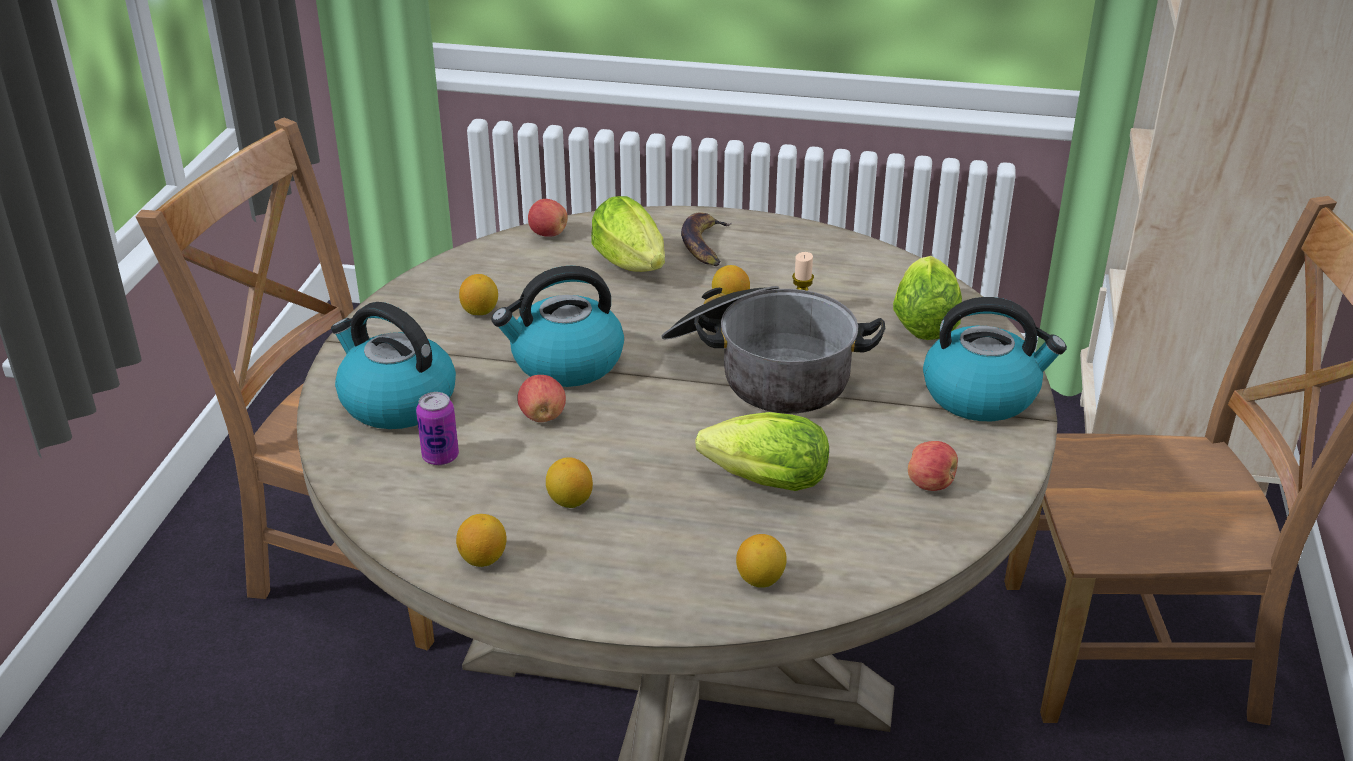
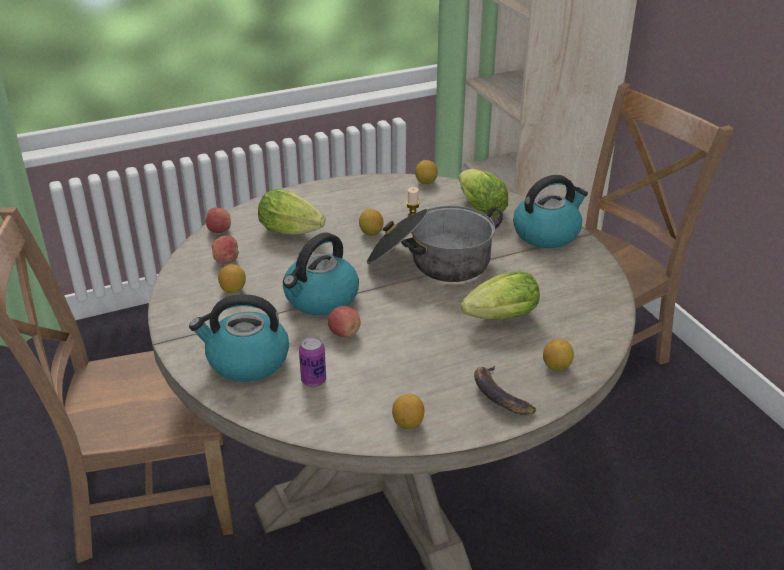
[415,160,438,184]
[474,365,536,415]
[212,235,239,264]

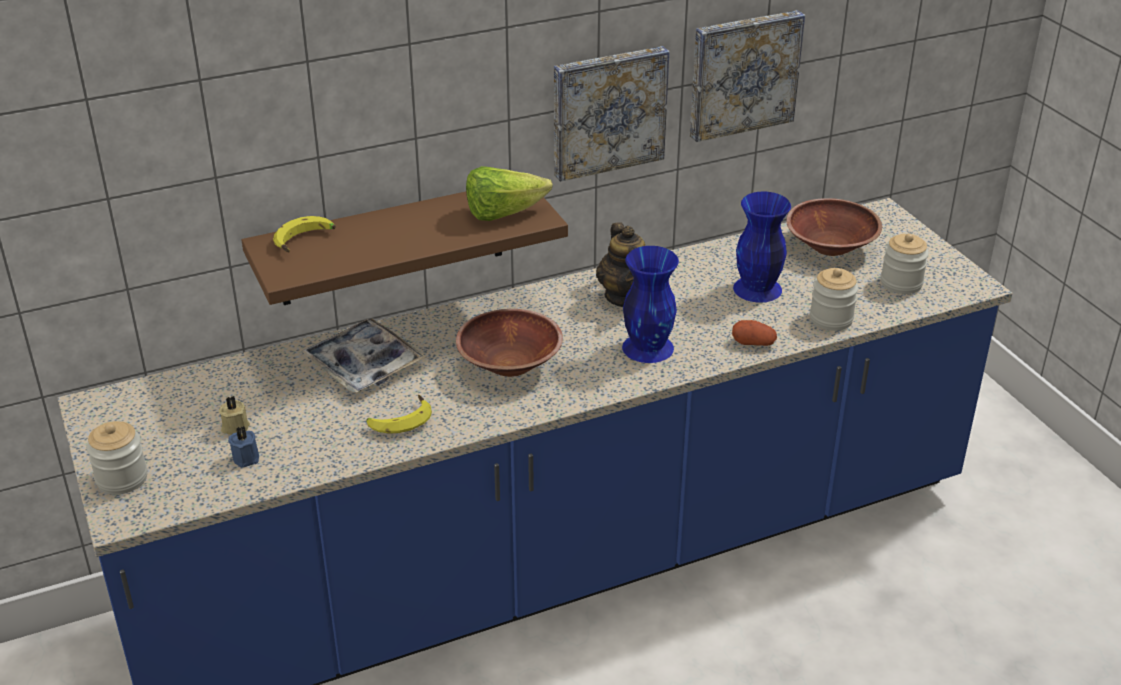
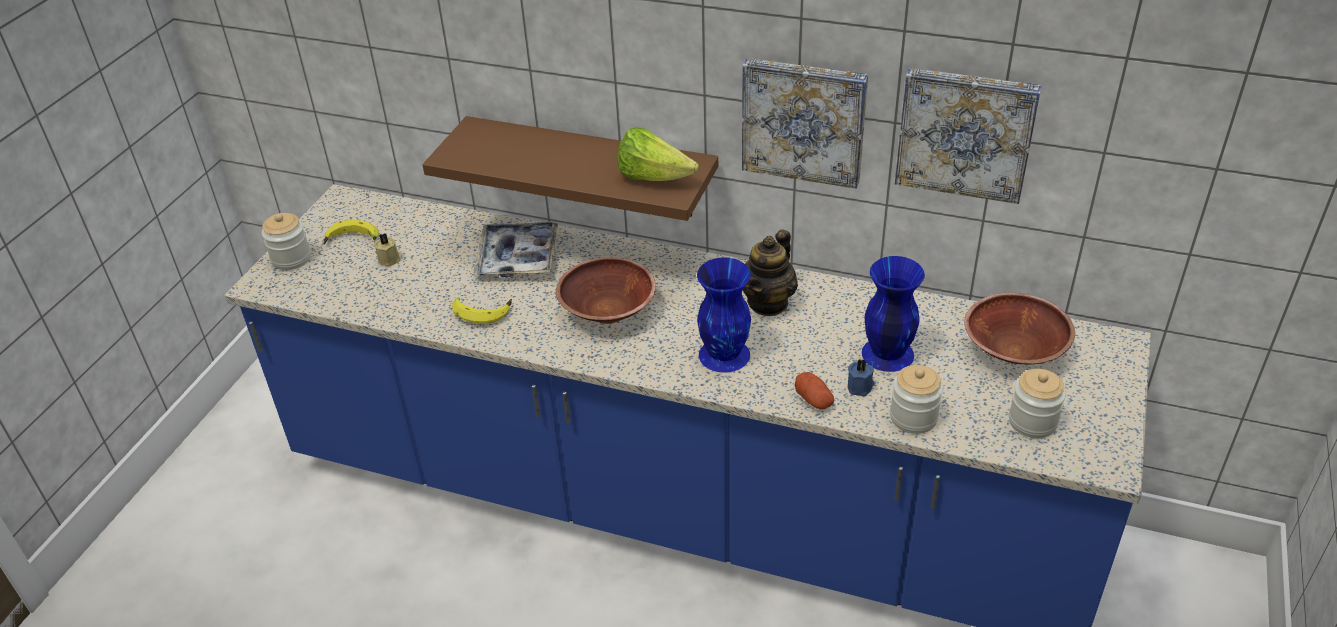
[848,359,874,397]
[323,220,379,244]

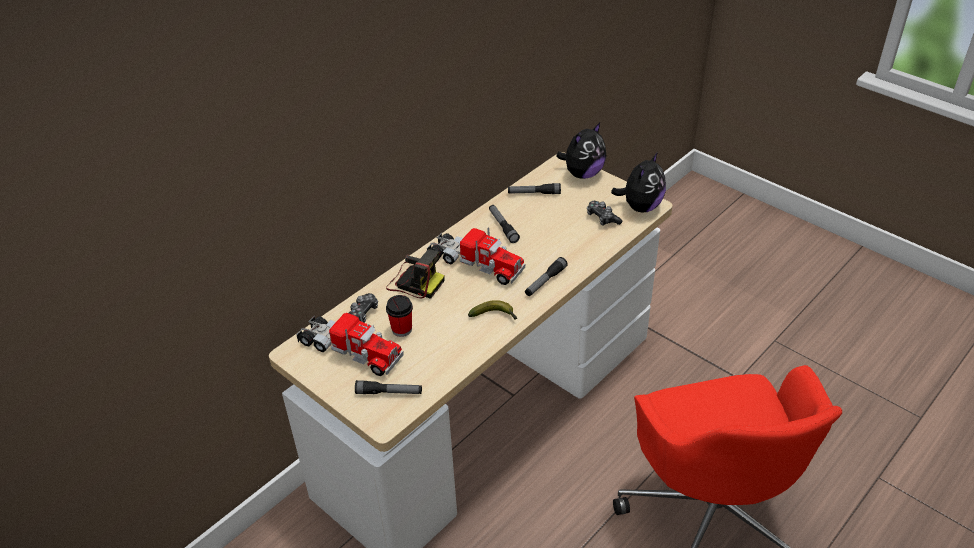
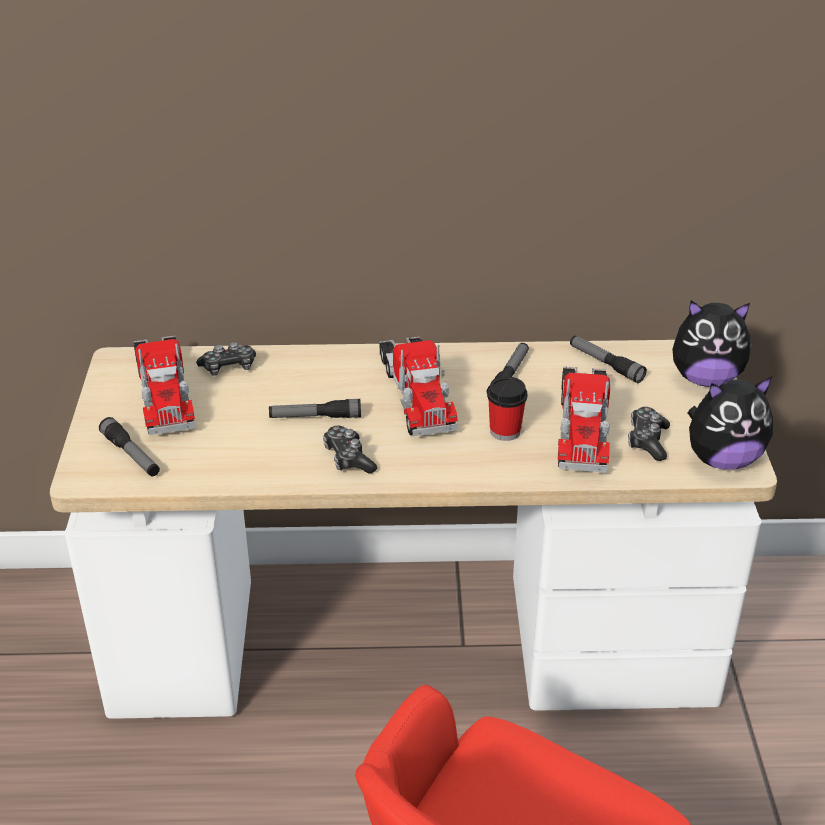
[386,249,445,299] (first image)
[558,366,610,473]
[487,376,527,441]
[269,399,361,418]
[323,426,377,474]

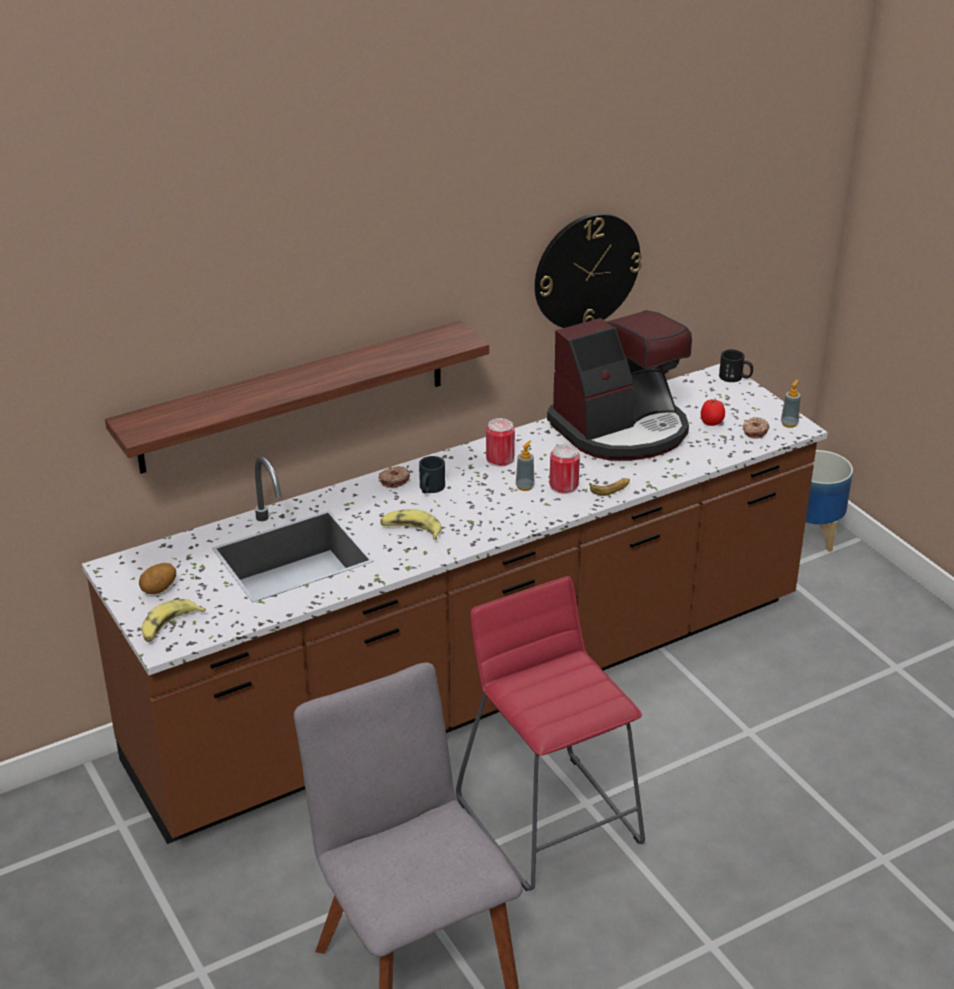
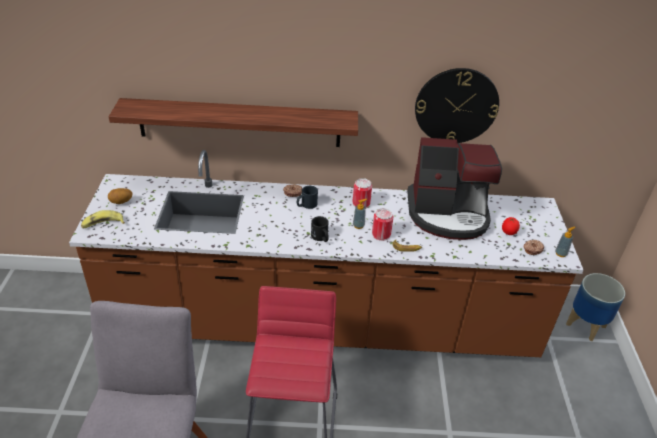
[380,509,441,540] (first image)
[311,216,329,242]

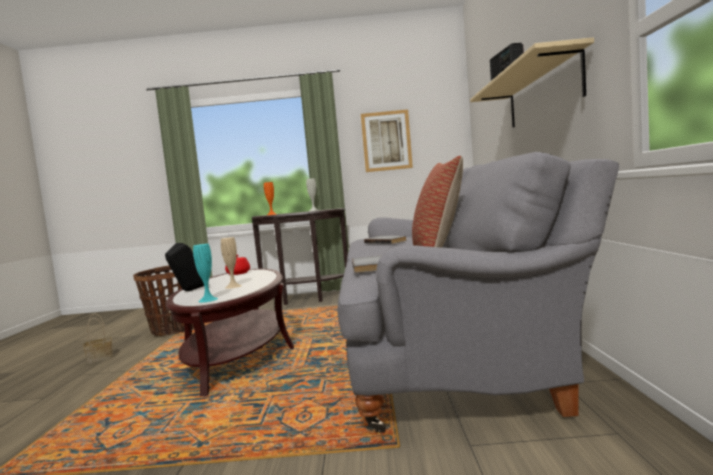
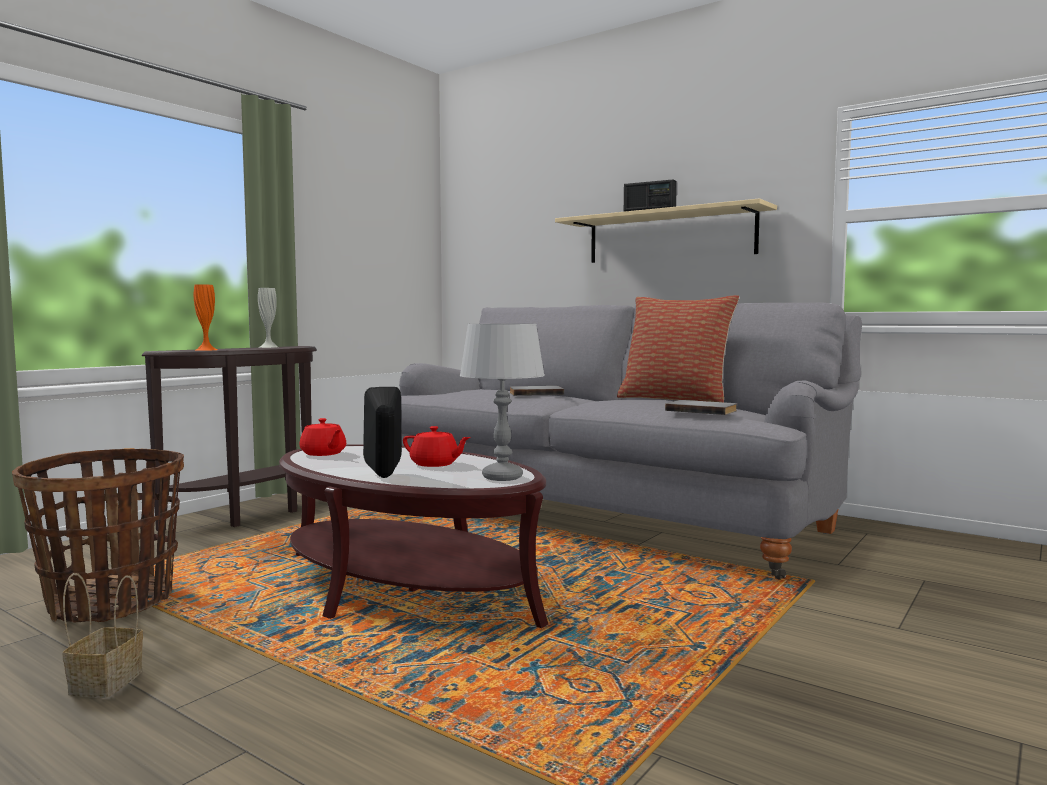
[361,109,413,172] (first image)
[460,324,545,481]
[403,426,471,467]

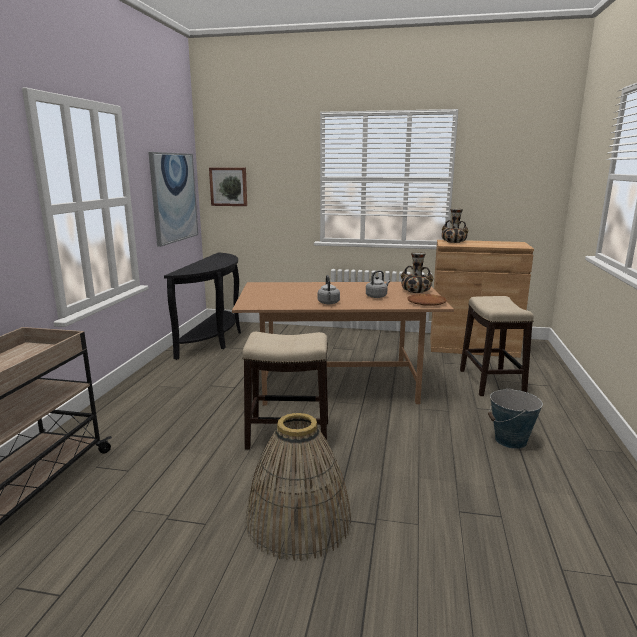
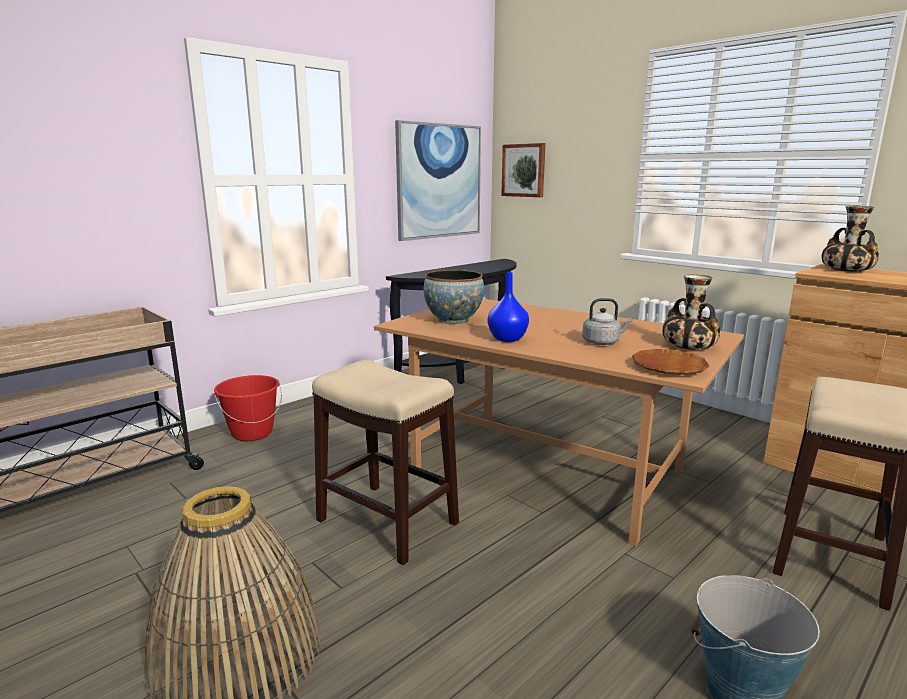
[214,375,282,441]
[424,270,484,324]
[488,272,529,342]

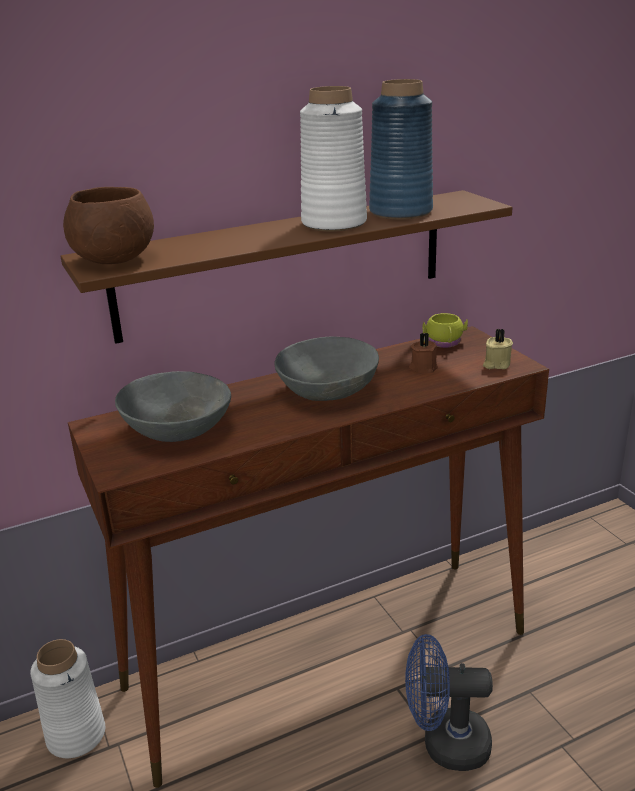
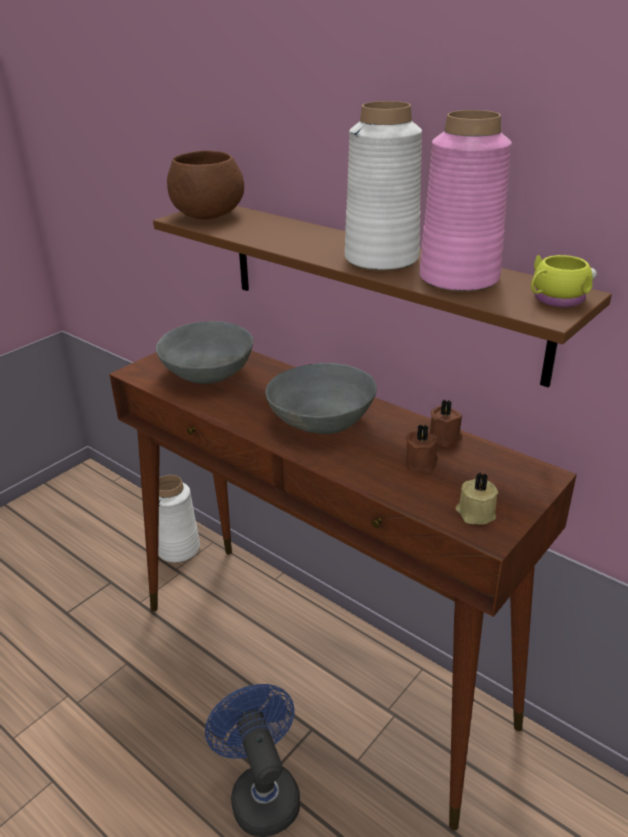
[430,399,462,447]
[531,255,597,307]
[419,110,512,292]

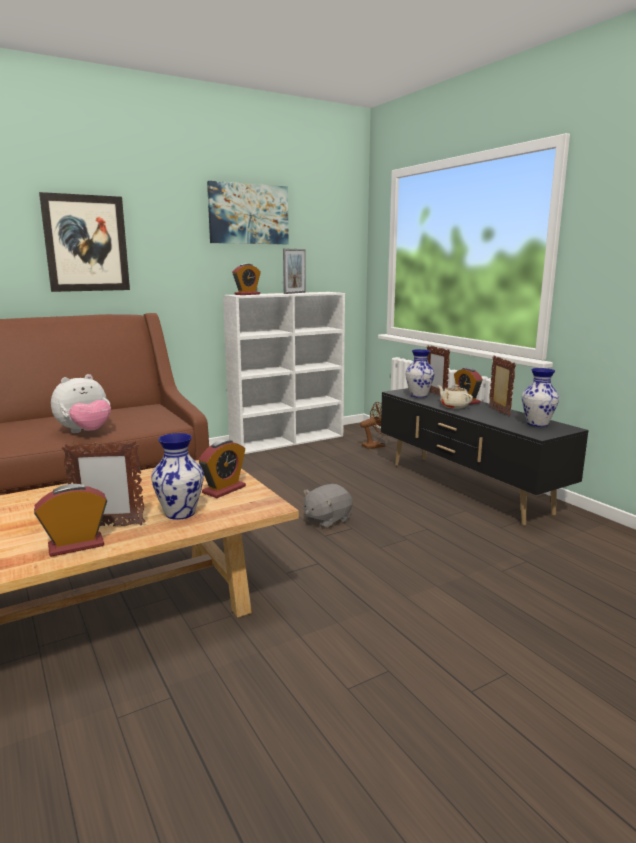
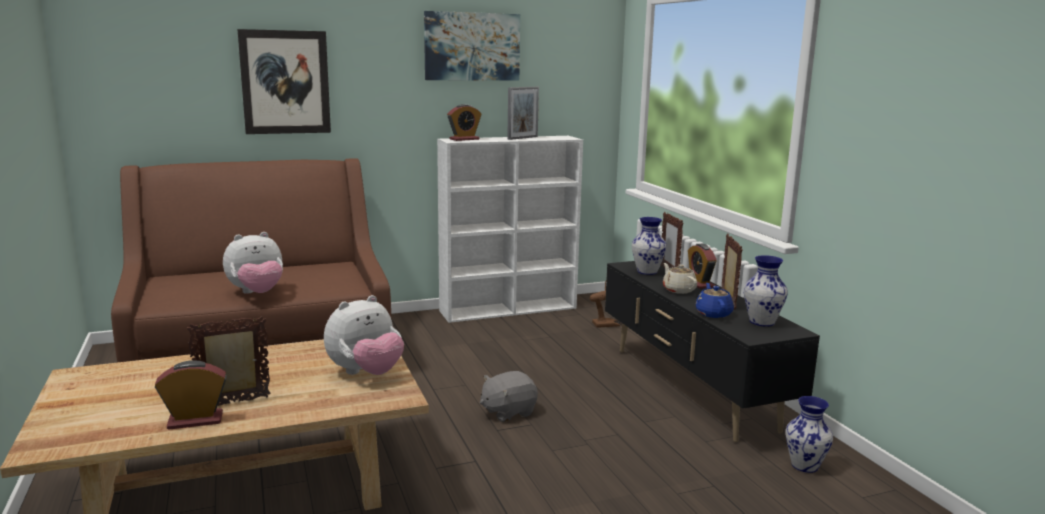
[696,283,734,318]
[785,396,833,473]
[324,295,404,375]
[187,316,270,406]

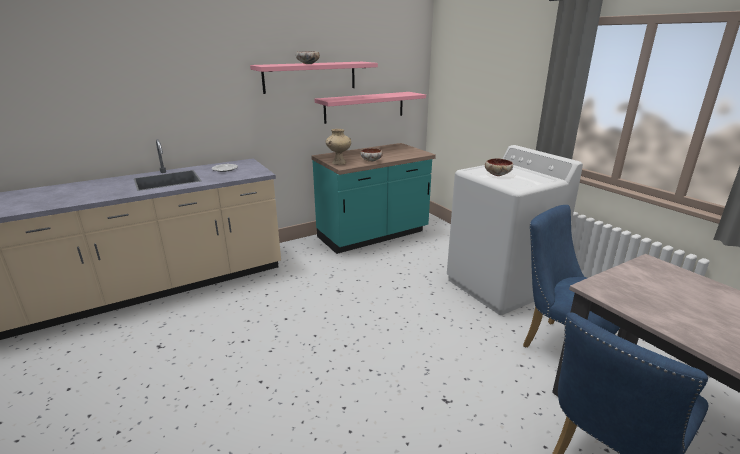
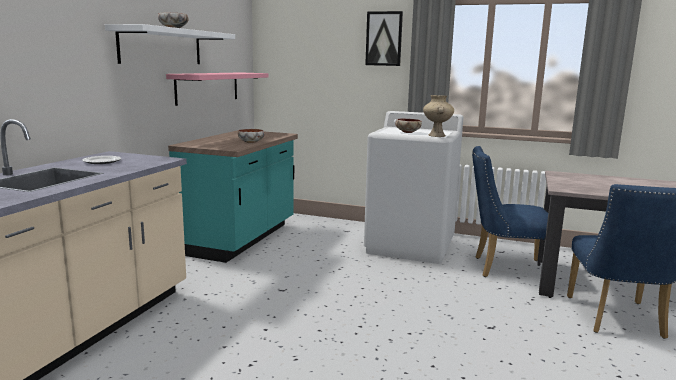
[365,11,403,66]
[423,95,454,137]
[105,24,235,64]

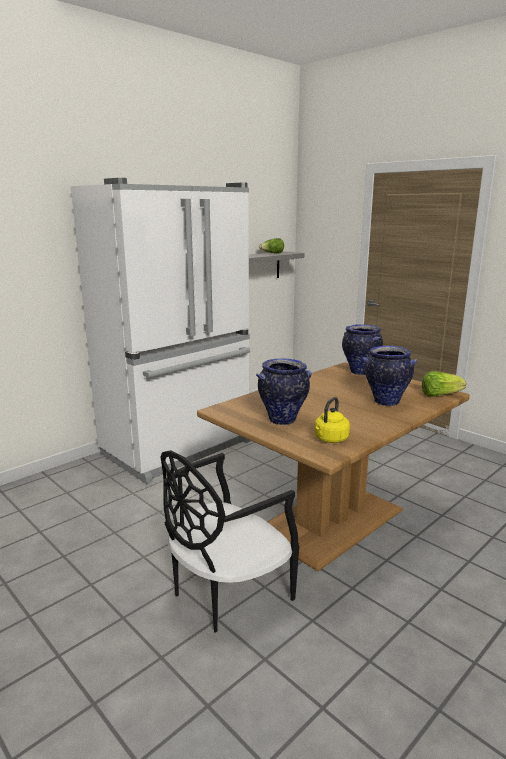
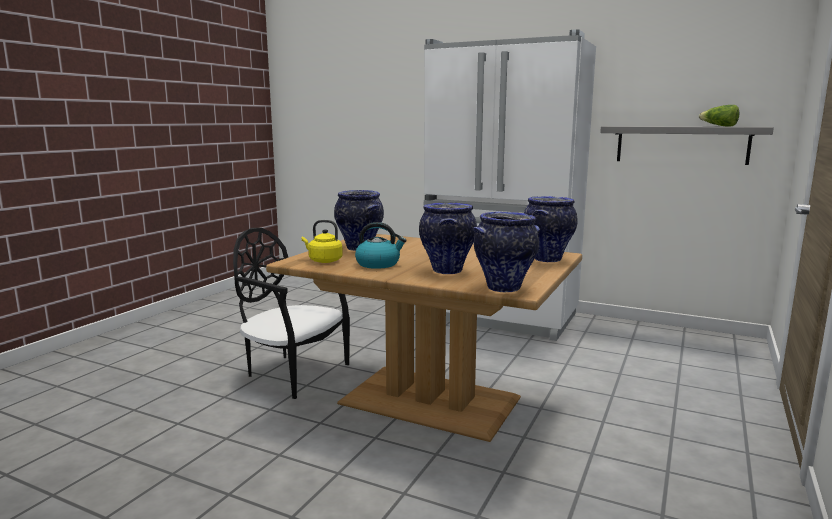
[355,222,407,269]
[473,212,540,293]

